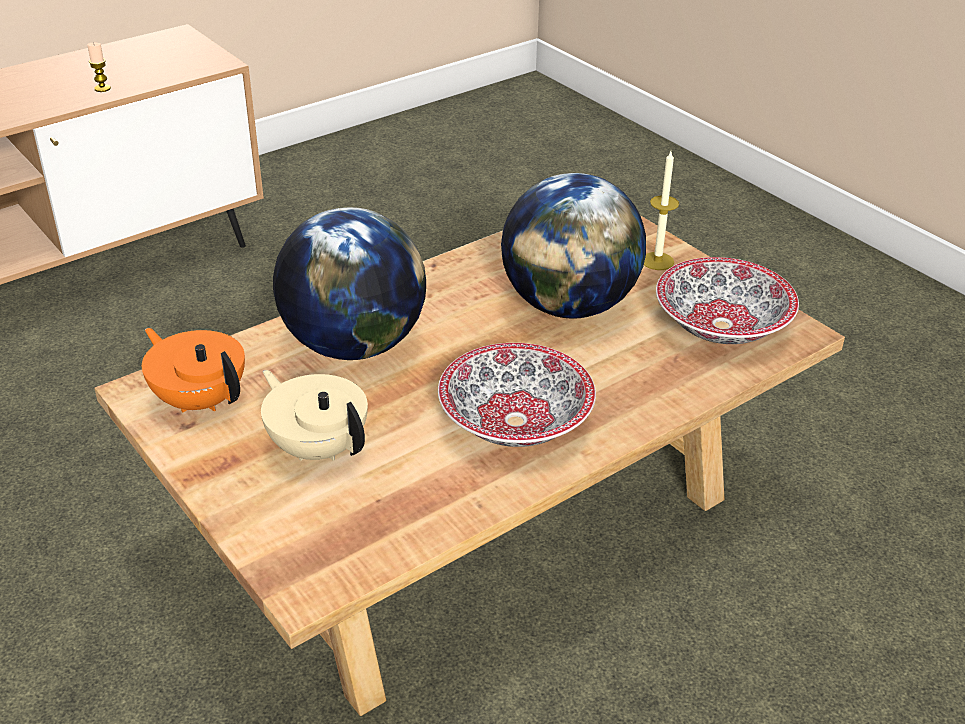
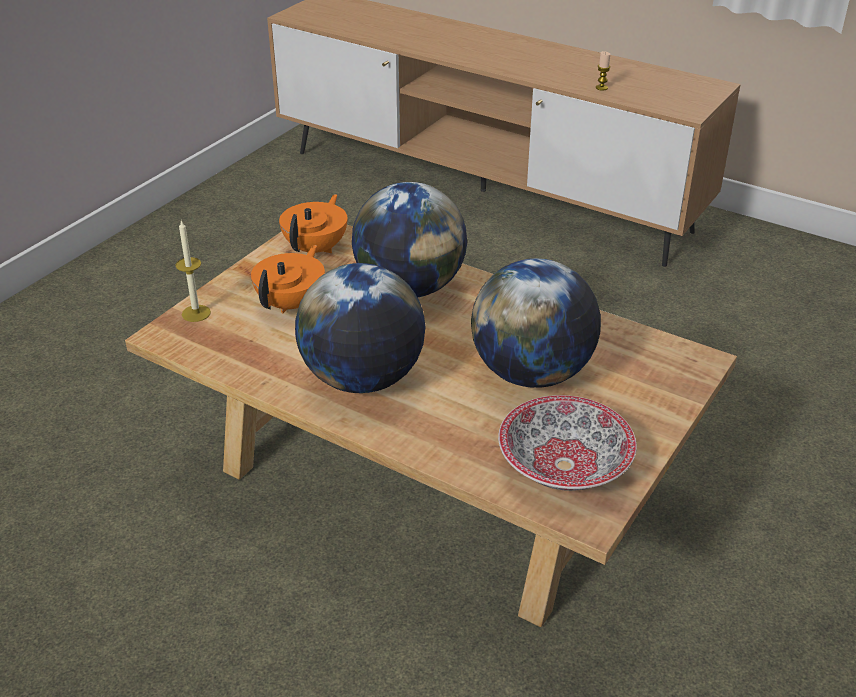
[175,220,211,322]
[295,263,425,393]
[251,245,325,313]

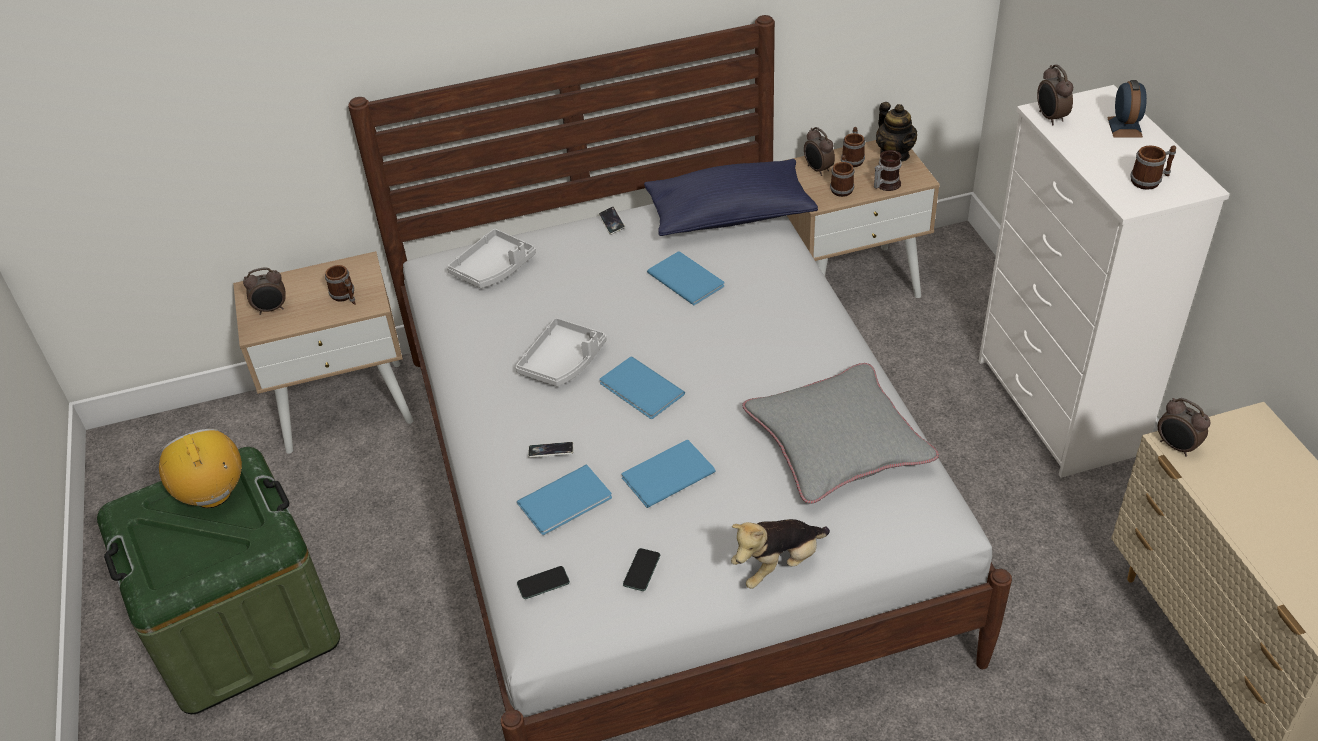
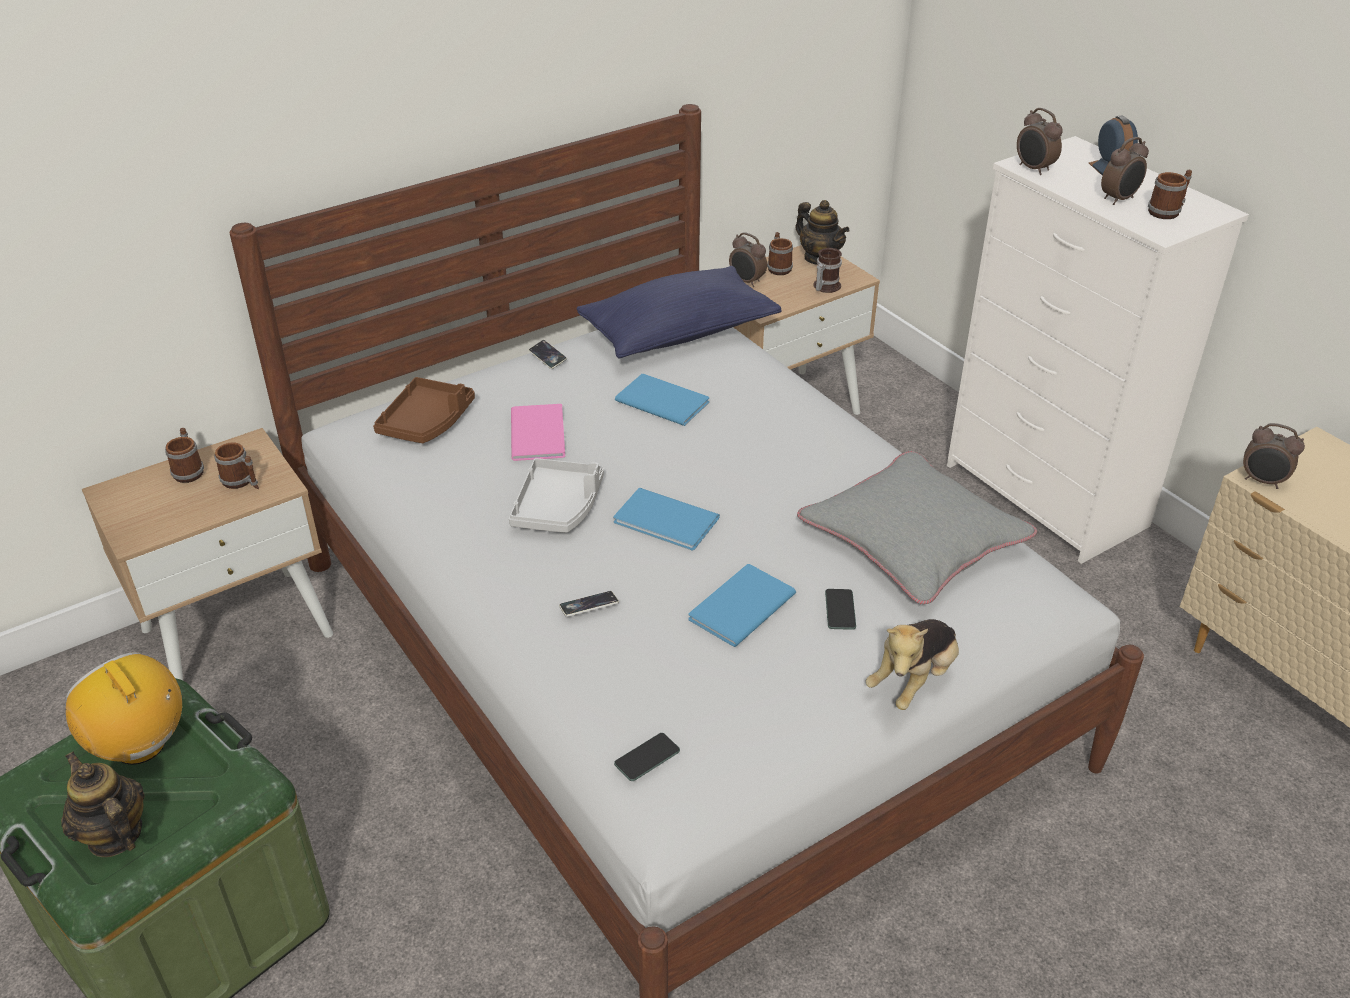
[517,465,612,535] (first image)
[61,751,144,857]
[511,404,565,461]
[1101,137,1149,205]
[825,589,856,630]
[165,428,204,483]
[373,377,475,443]

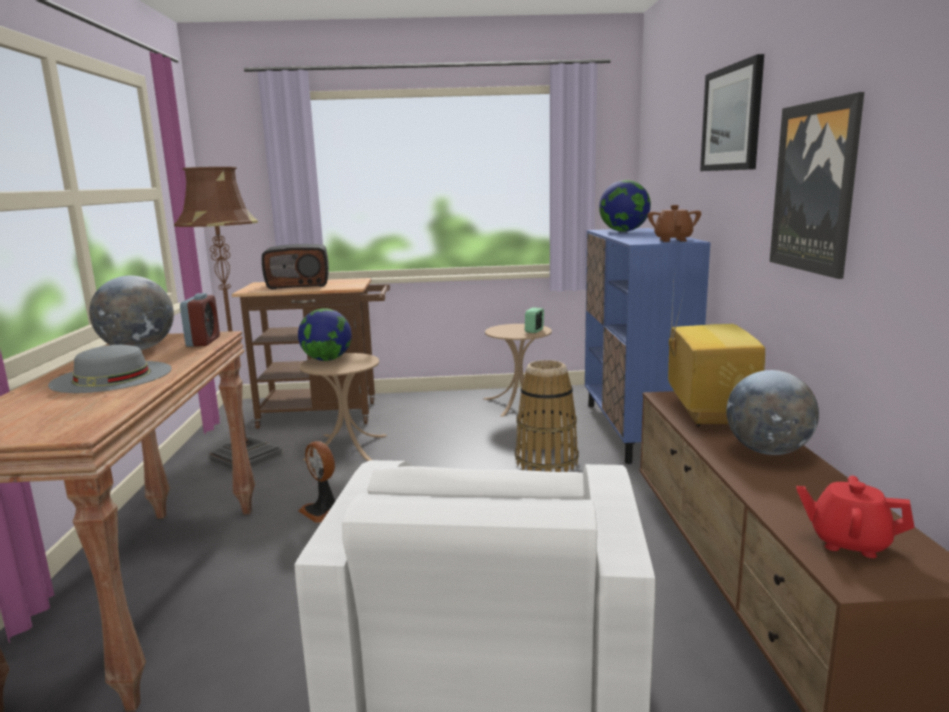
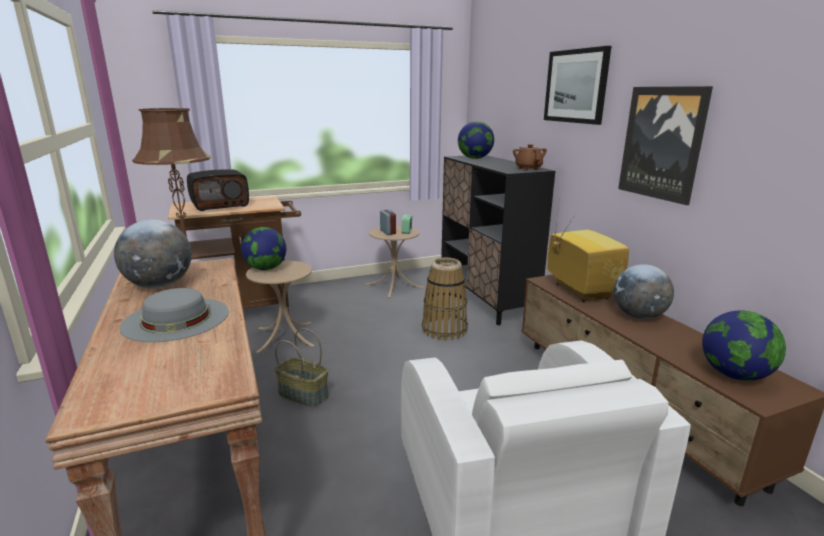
[380,209,396,235]
[275,328,329,407]
[702,310,786,381]
[441,155,555,325]

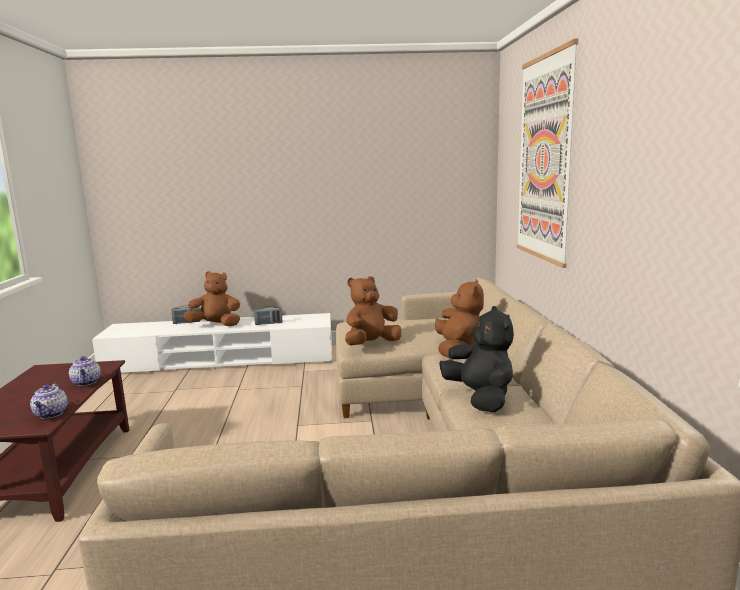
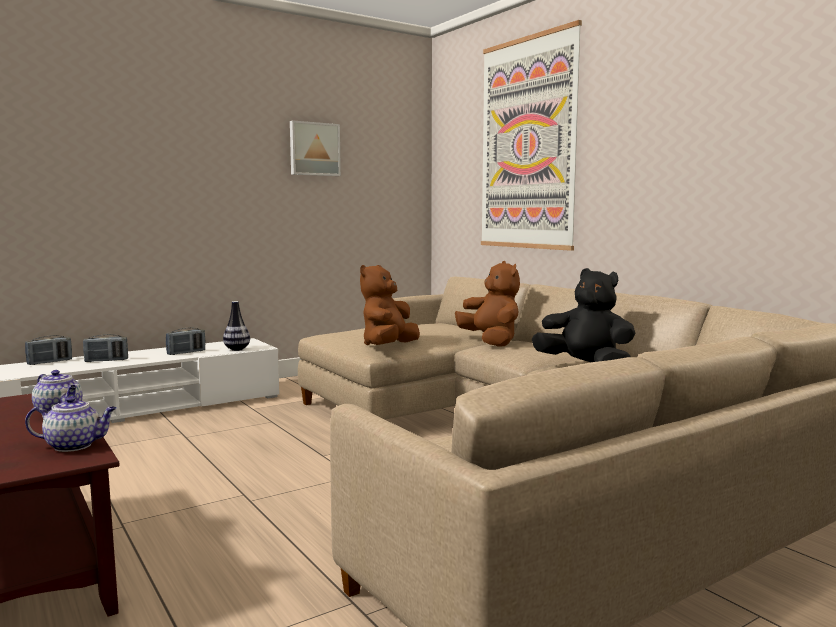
[223,301,250,351]
[290,120,341,176]
[83,334,128,362]
[25,396,117,452]

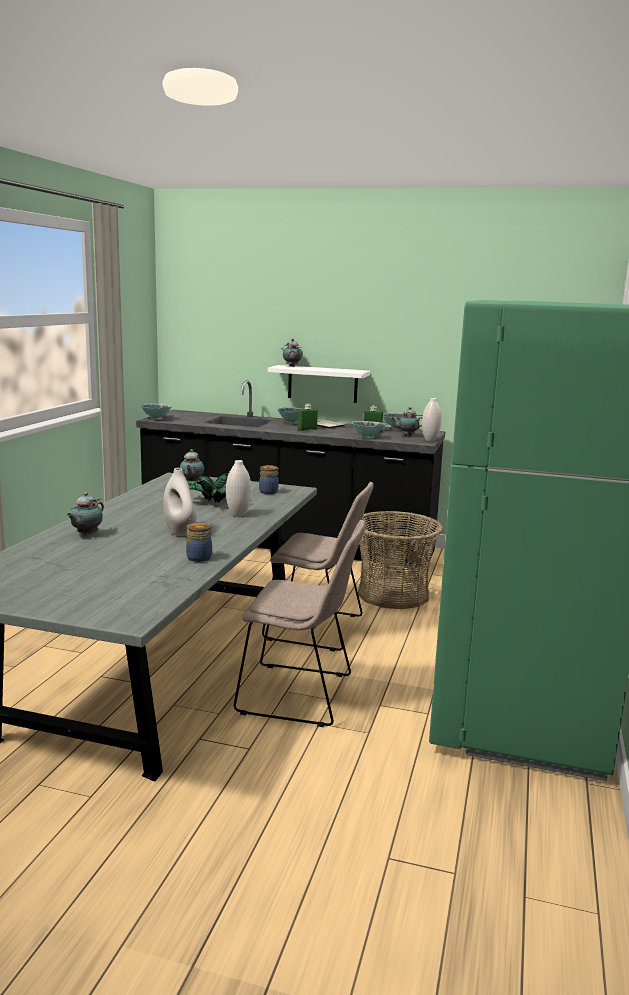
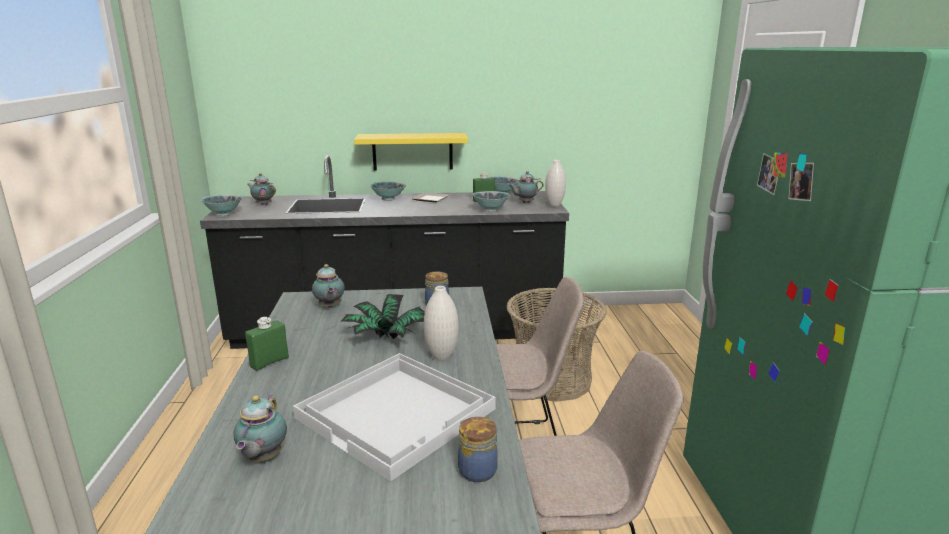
[247,173,276,205]
[245,317,289,371]
[293,353,496,481]
[354,133,468,171]

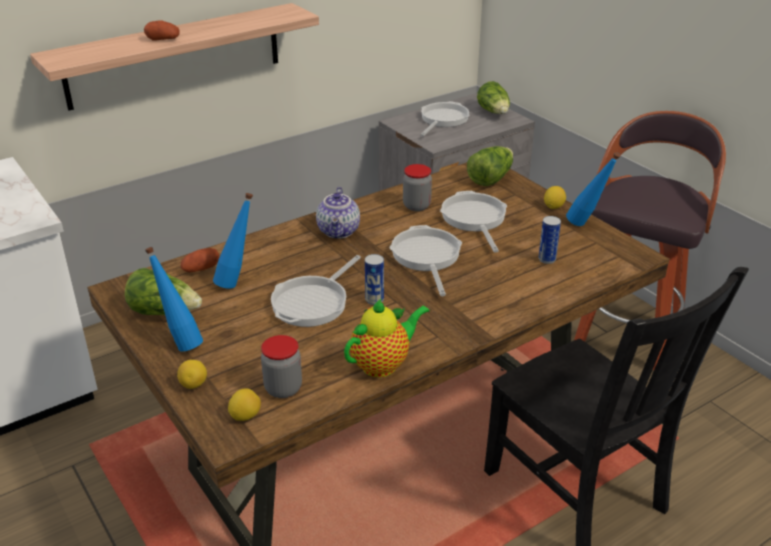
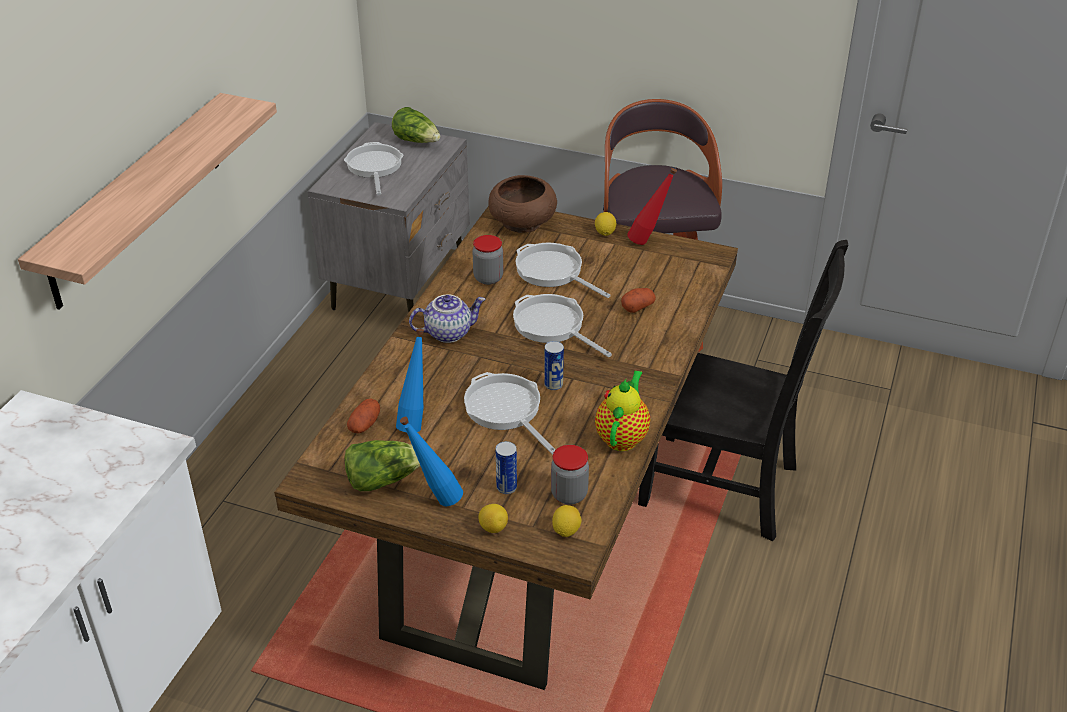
[621,288,656,313]
[496,441,517,494]
[489,175,557,233]
[627,168,677,245]
[464,372,555,455]
[409,294,486,343]

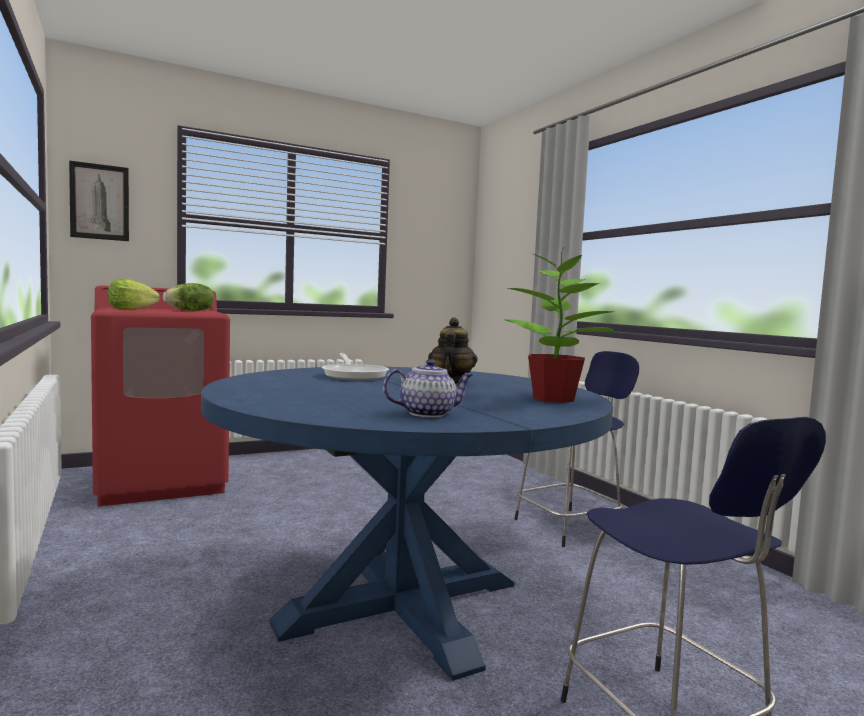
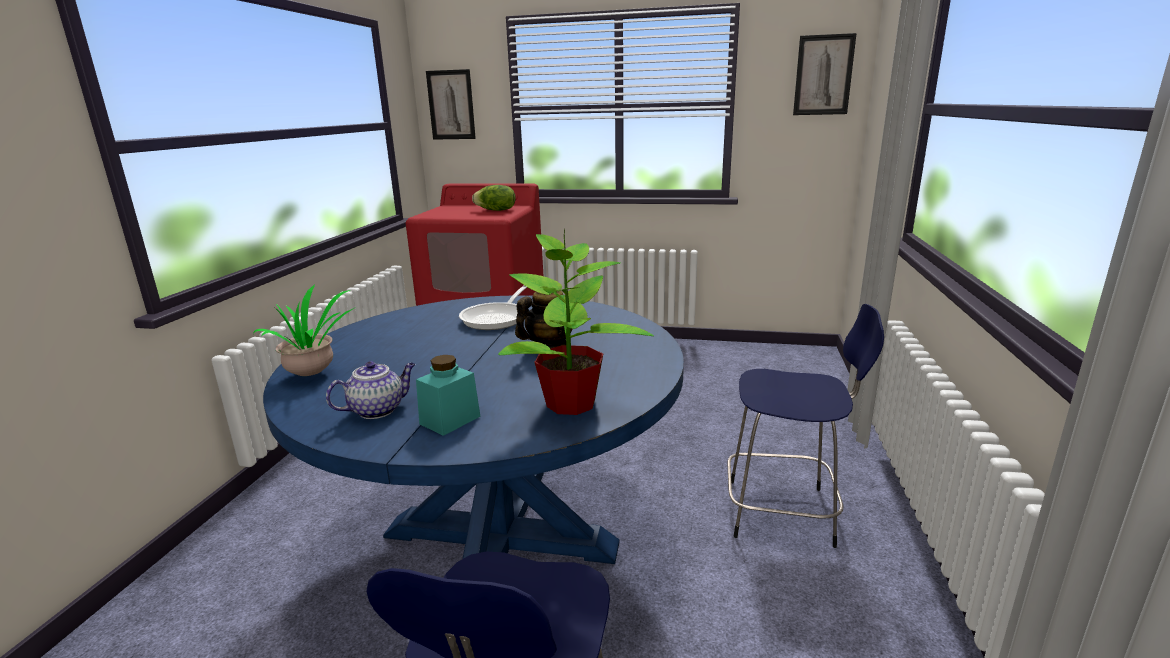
[108,279,160,310] (first image)
[253,284,356,376]
[416,355,481,436]
[793,33,857,115]
[326,361,416,419]

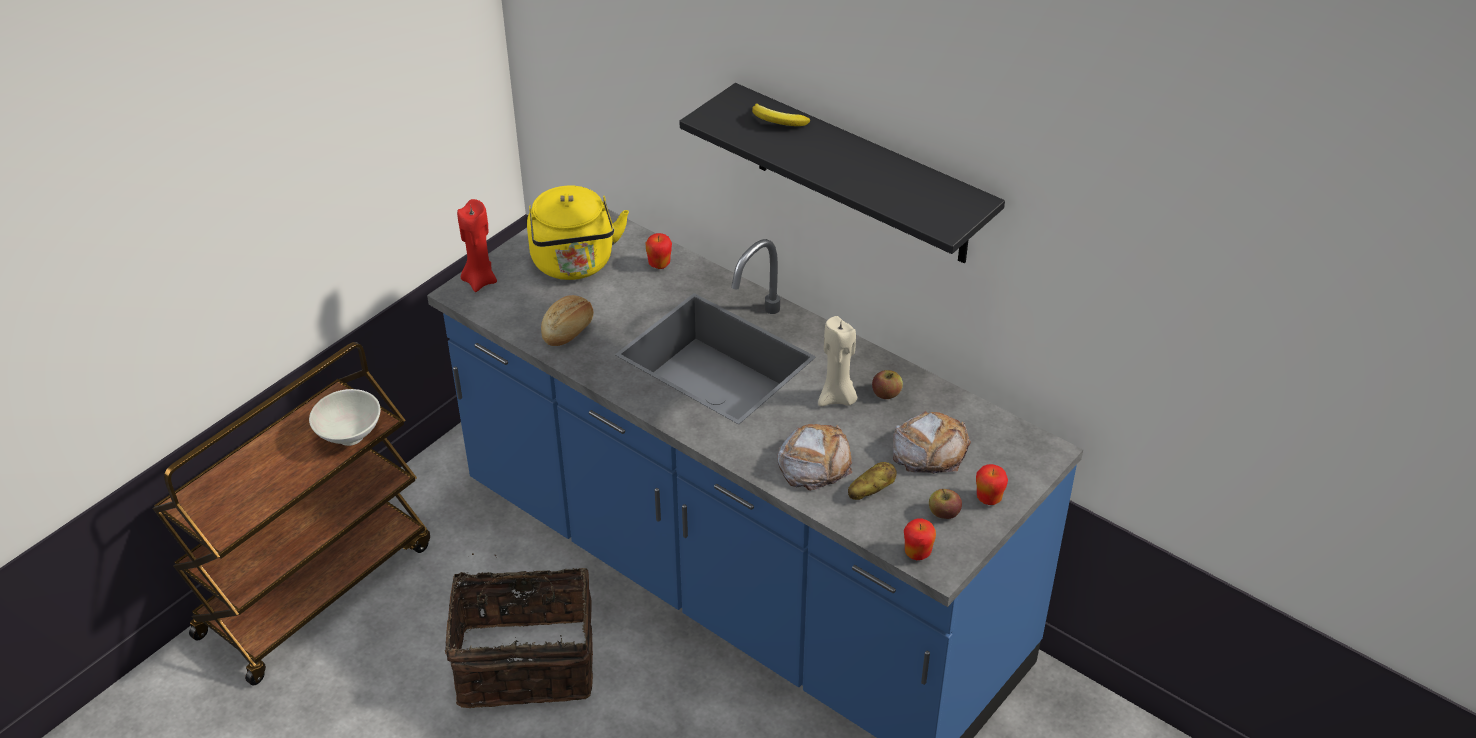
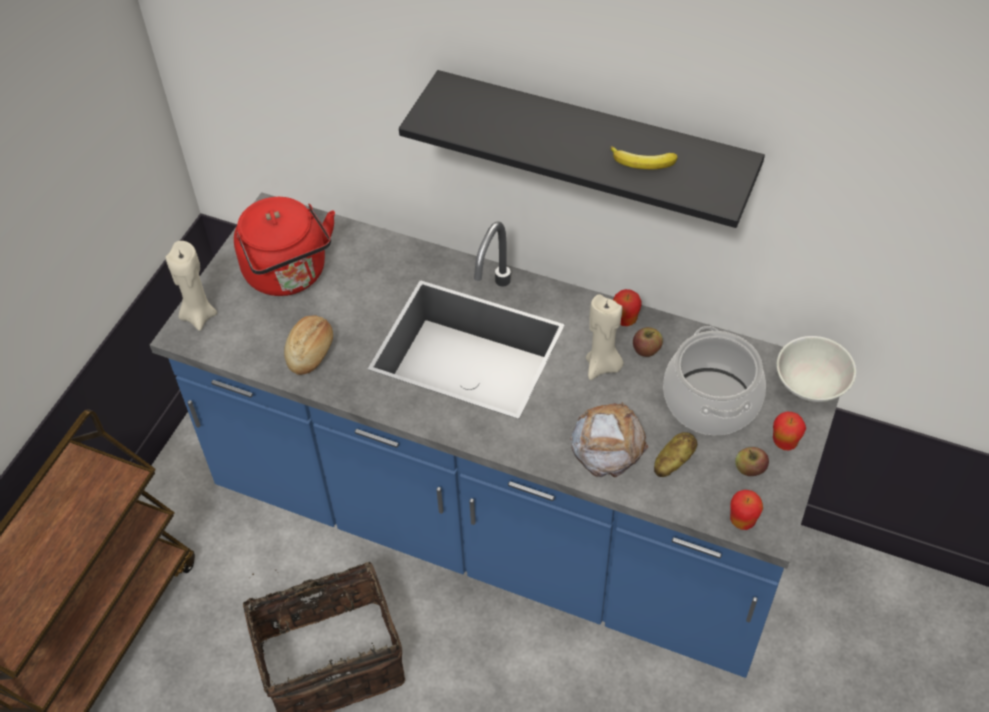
[777,336,856,402]
[613,289,642,326]
[611,146,678,169]
[663,326,766,435]
[166,241,217,331]
[234,197,335,296]

